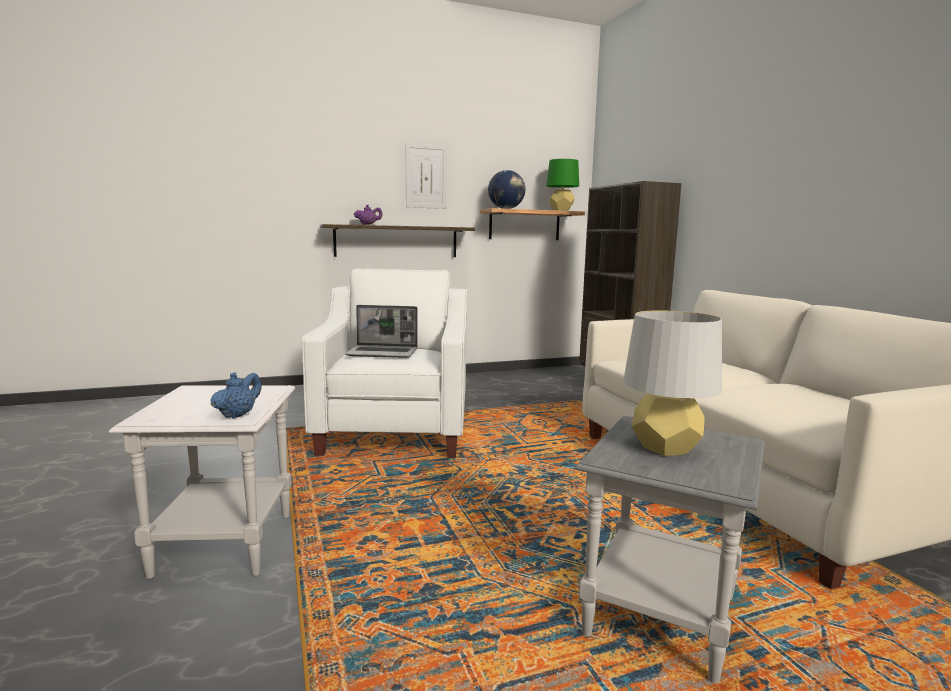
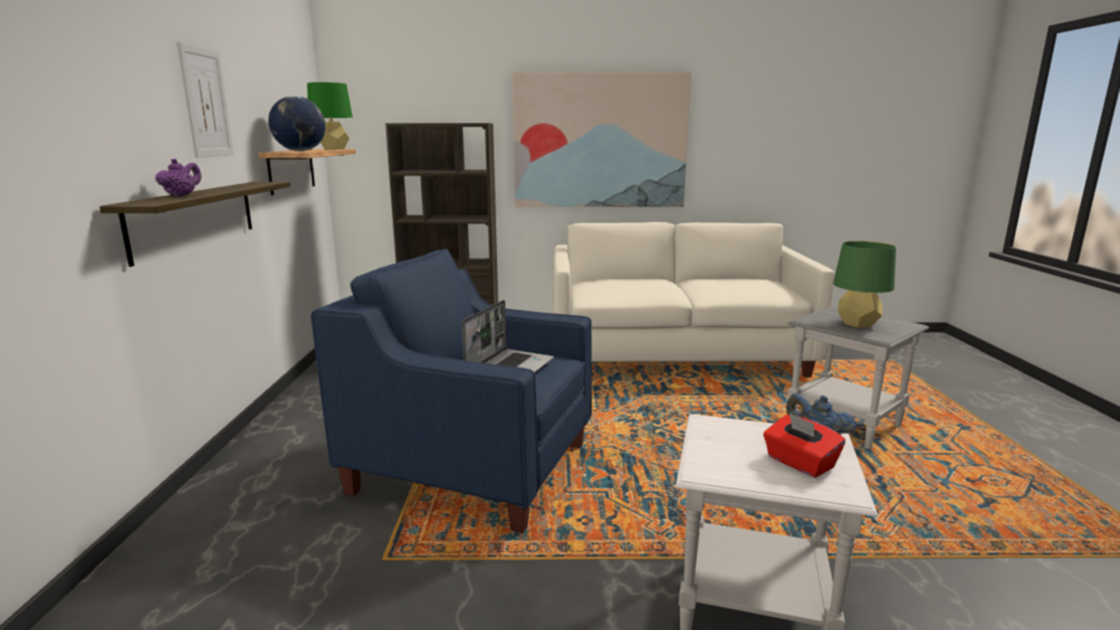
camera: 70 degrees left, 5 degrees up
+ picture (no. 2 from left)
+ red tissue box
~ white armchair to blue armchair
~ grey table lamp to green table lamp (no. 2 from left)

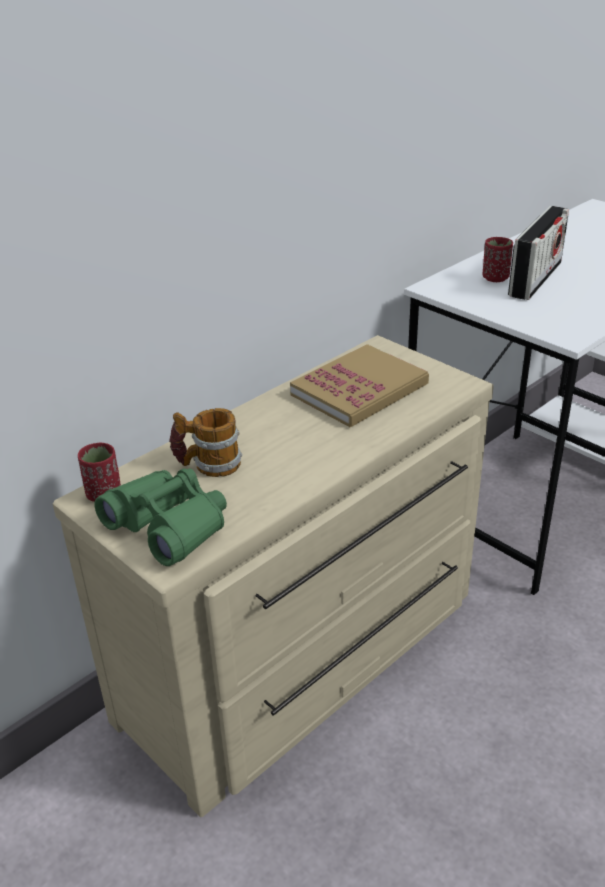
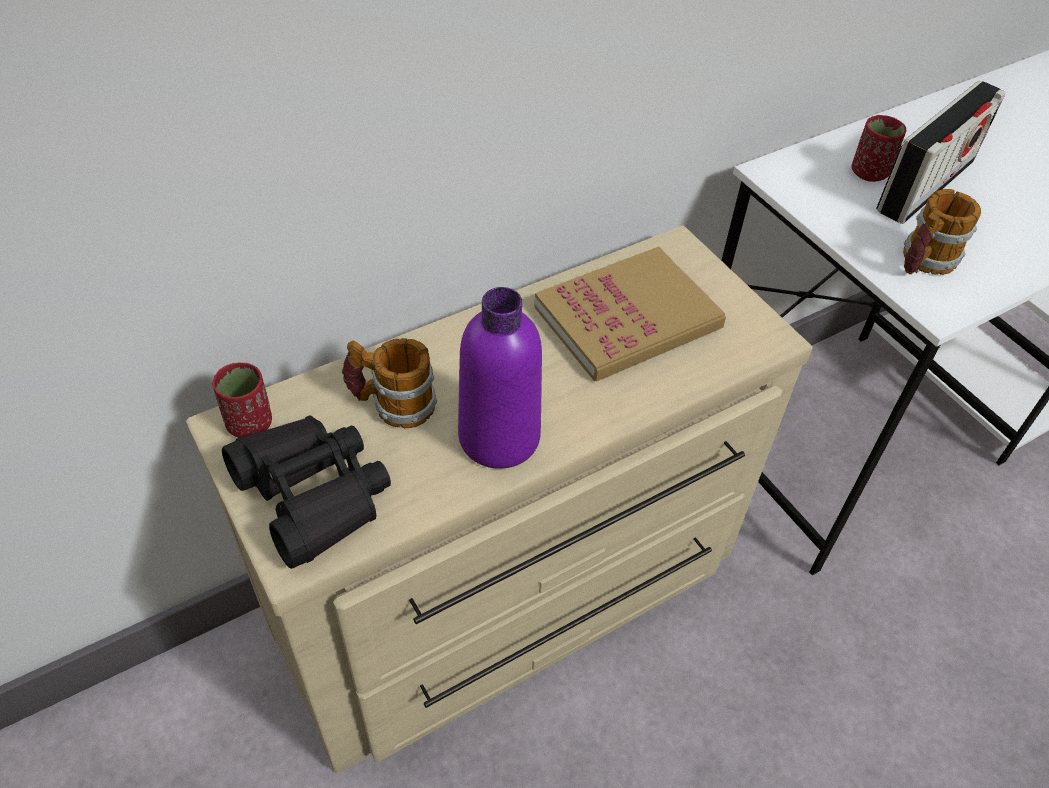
camera: 10 degrees right, 15 degrees up
+ purple bottle
+ mug (no. 2 from left)
~ green binoculars to black binoculars

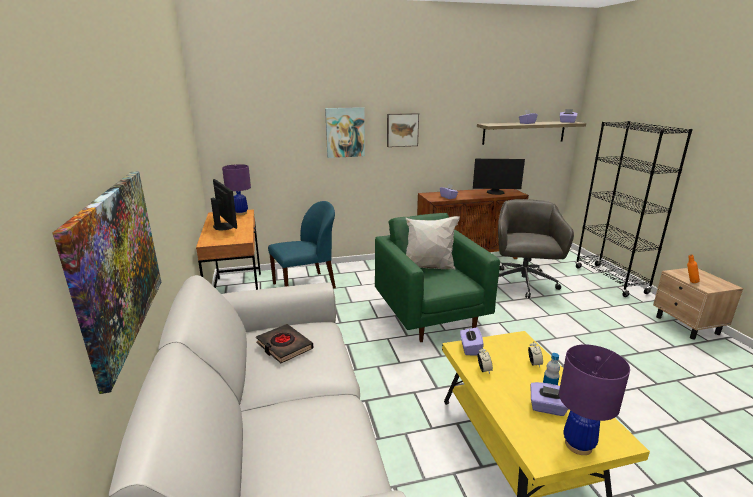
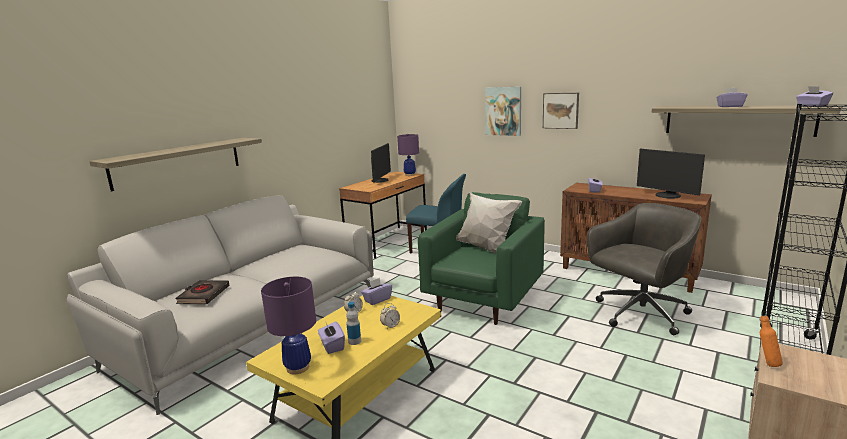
camera: 50 degrees right, 5 degrees down
~ black book
~ picture (no. 1 from left) to shelf (no. 1 from left)

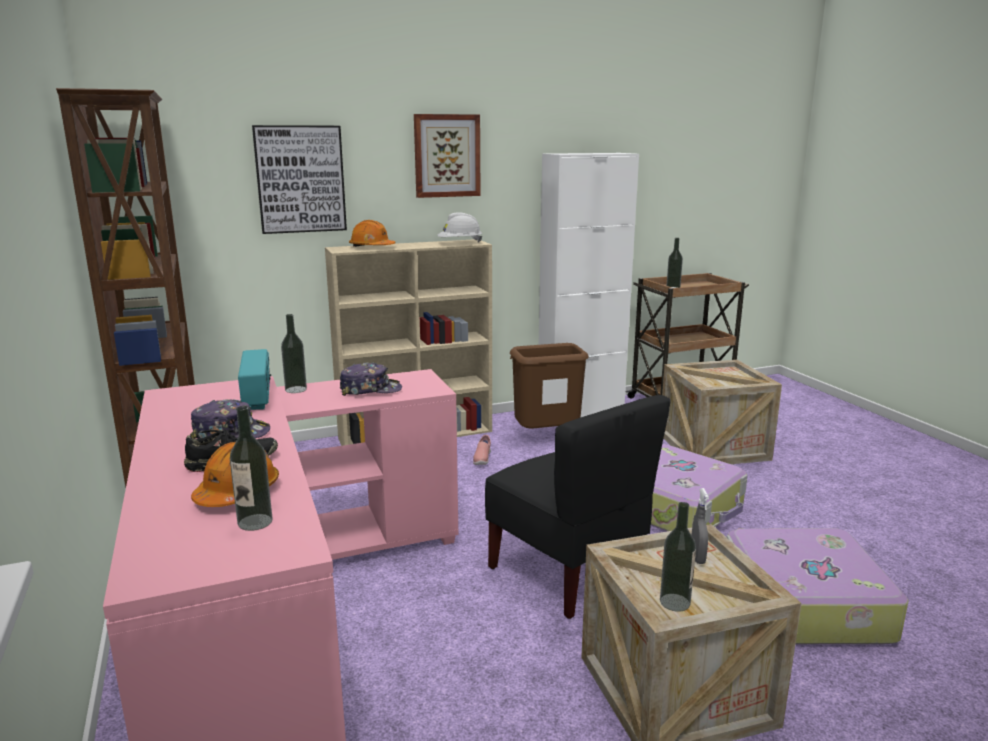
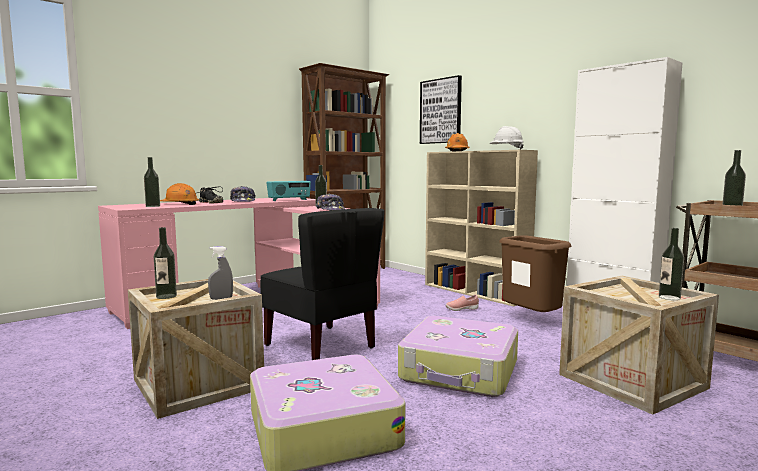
camera: 70 degrees right, 10 degrees down
- picture (no. 2 from left)
+ bottle (no. 4 from left)
~ black chair 75 degrees counterclockwise

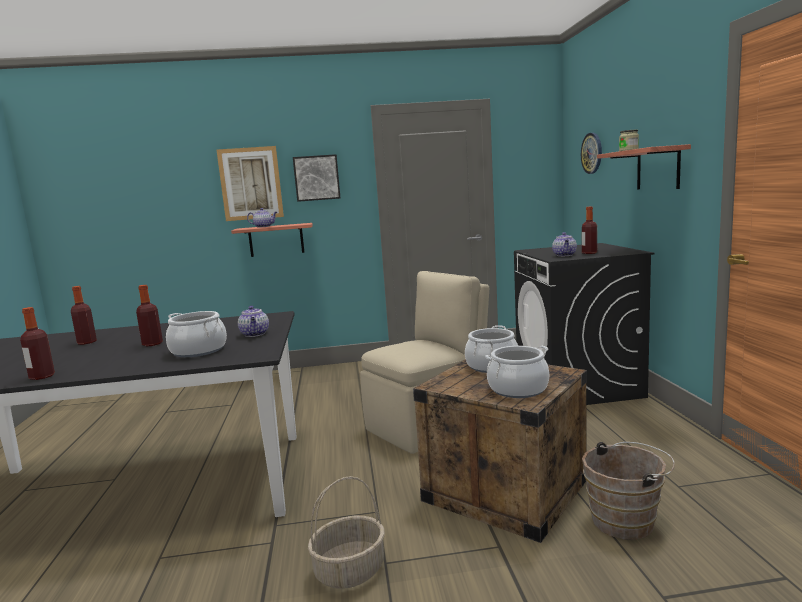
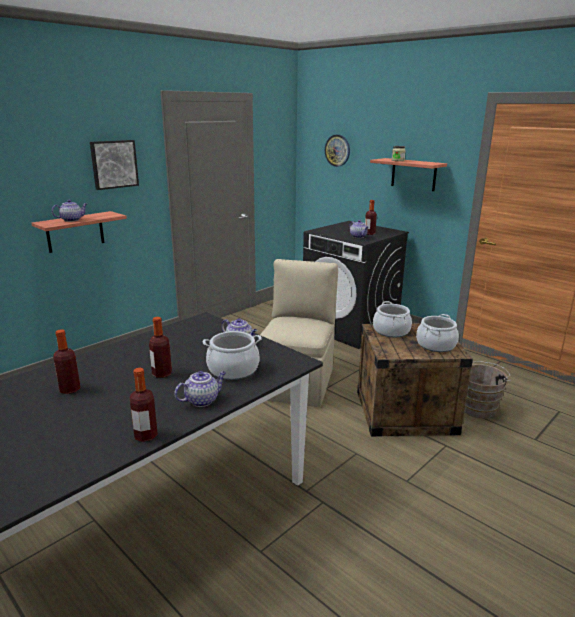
camera: 40 degrees left, 10 degrees up
- picture (no. 1 from left)
- basket
+ teapot (no. 2 from left)

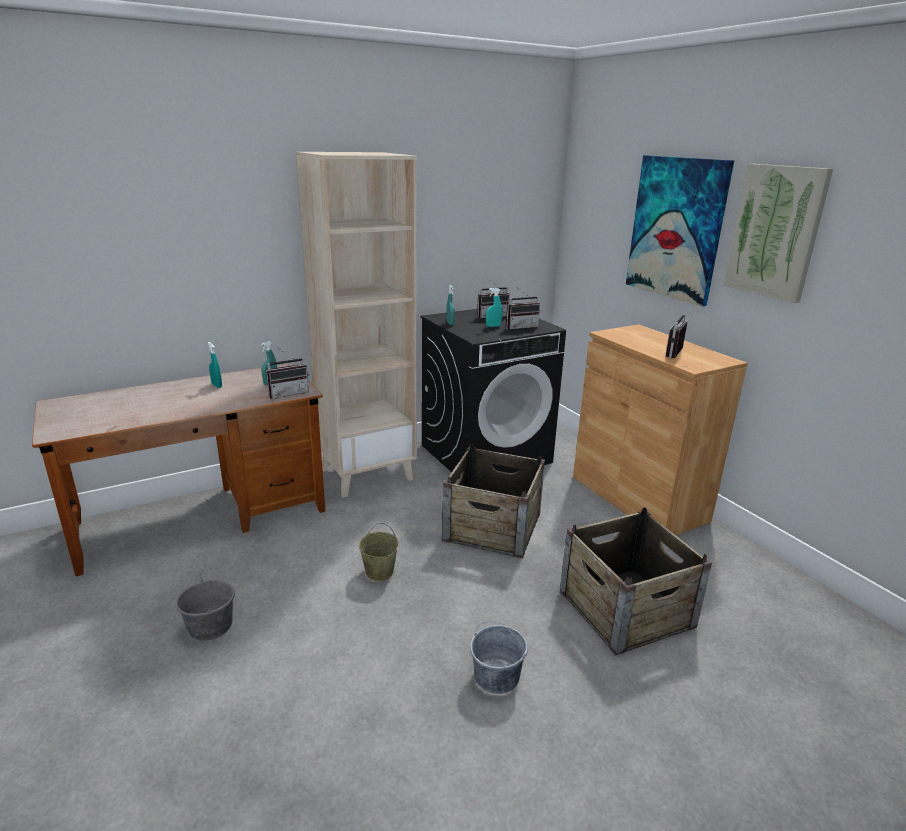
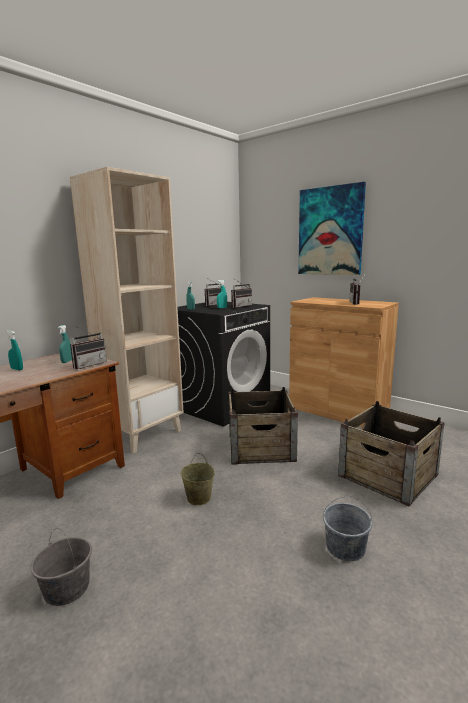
camera: 20 degrees left, 10 degrees down
- picture (no. 2 from left)

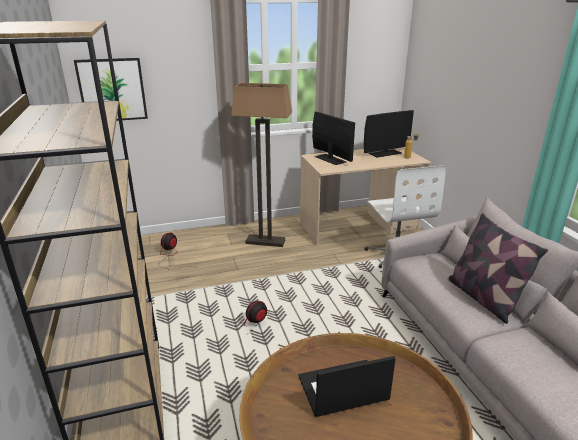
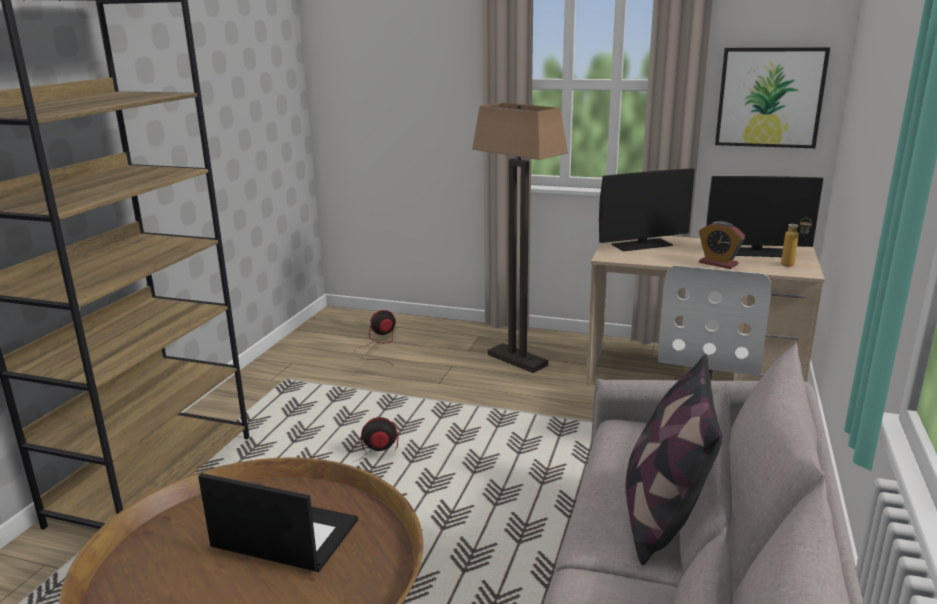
camera: 35 degrees right, 5 degrees down
+ alarm clock
~ picture
~ monitor (no. 1 from left) 75 degrees clockwise

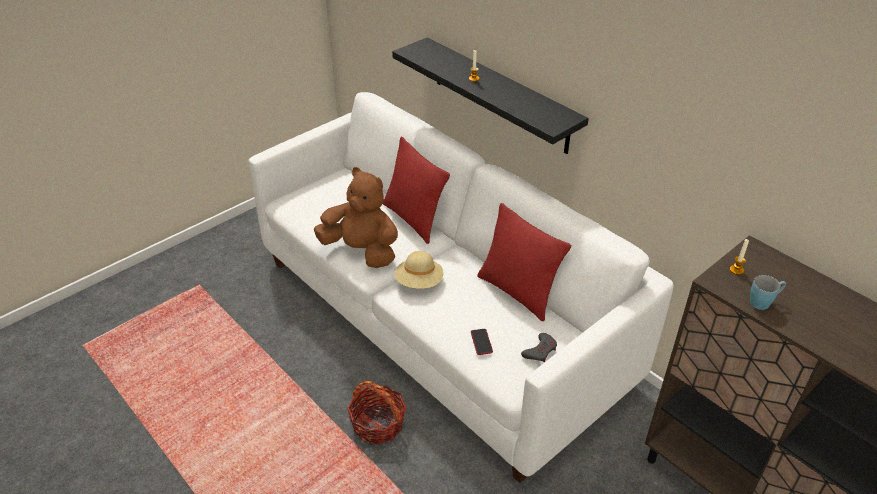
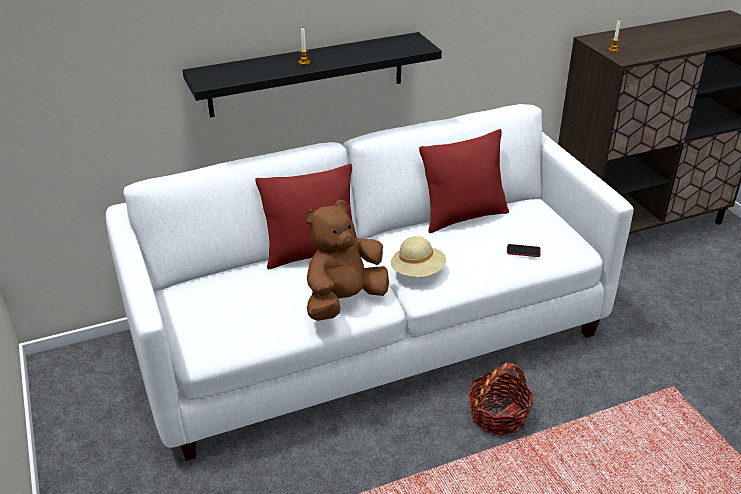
camera: 70 degrees left, 5 degrees down
- grey game controller
- blue mug

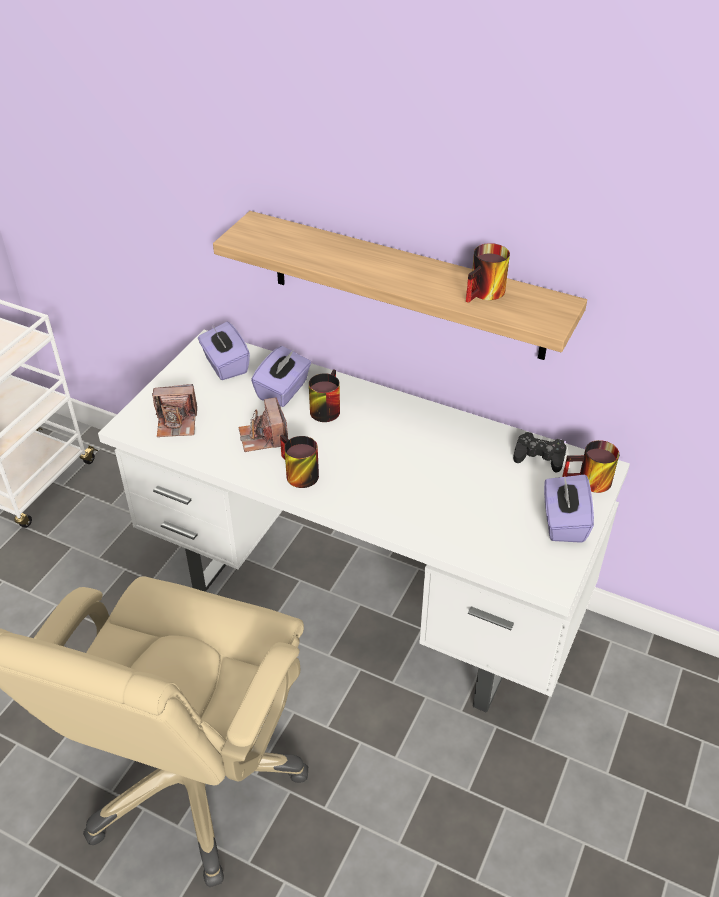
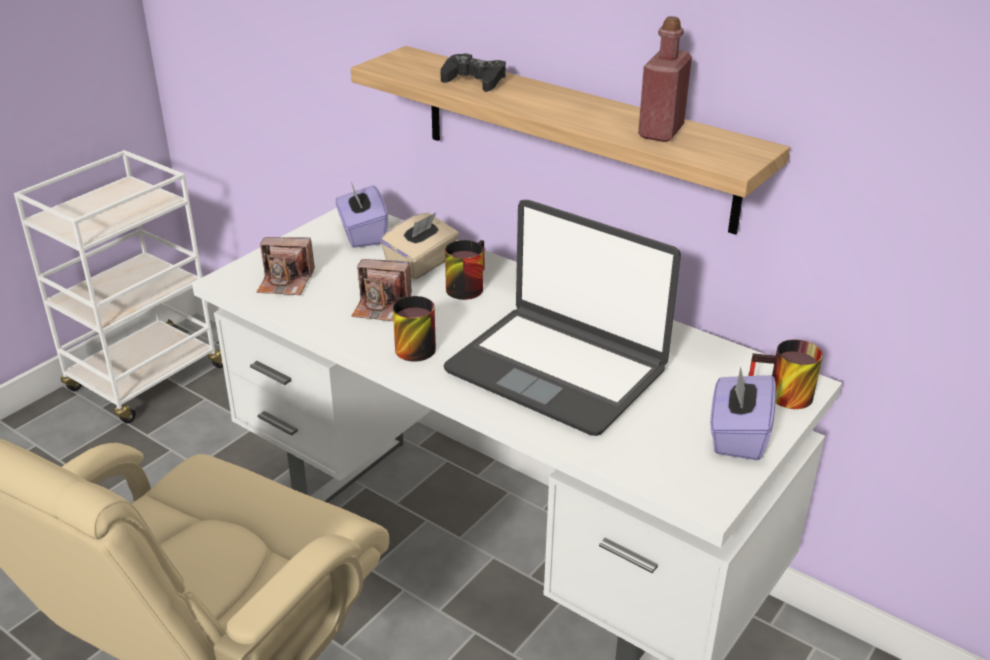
camera: 10 degrees right, 10 degrees down
+ laptop
~ black game controller
~ mug (no. 3 from left) to red bottle
~ purple tissue box (no. 2 from left) to beige tissue box
~ photo camera (no. 2 from left) 75 degrees counterclockwise

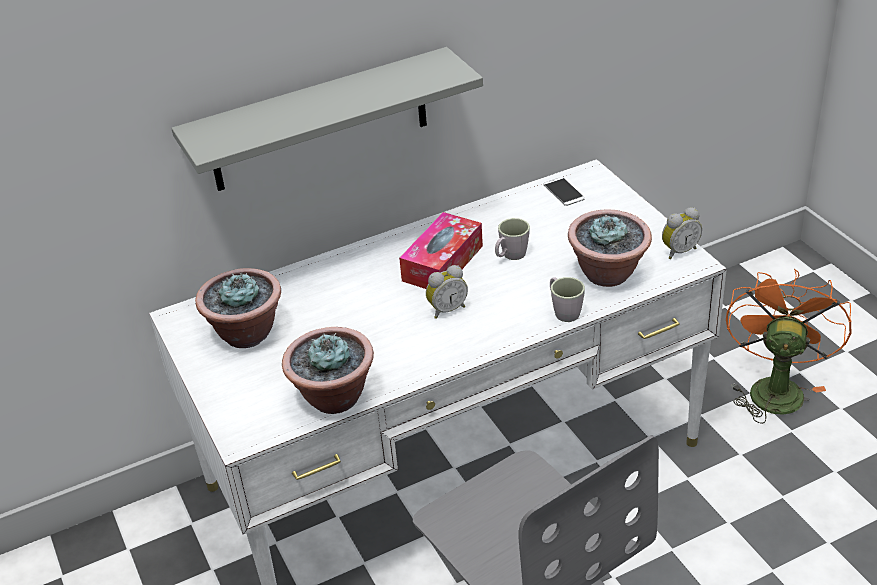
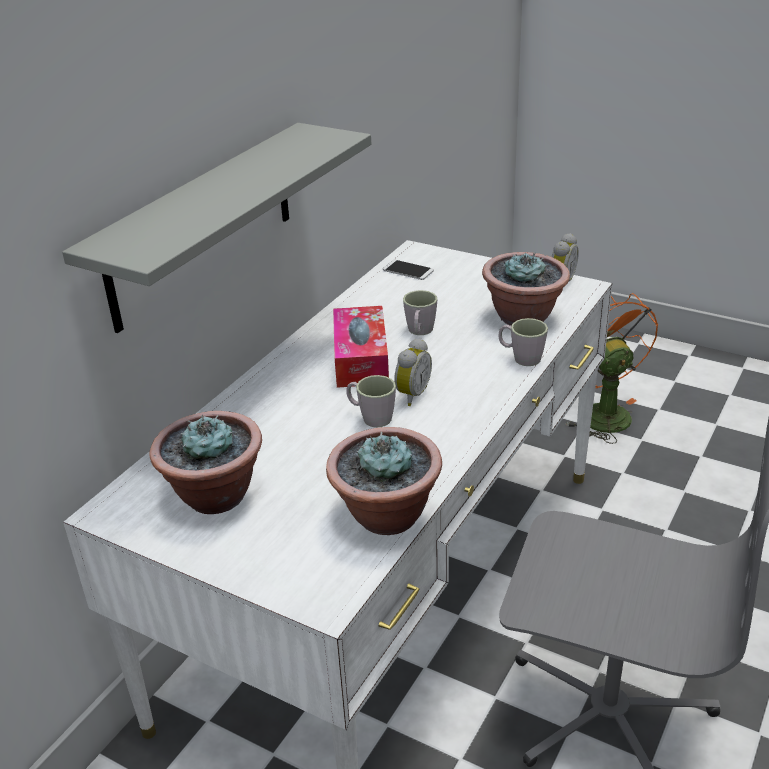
camera: 35 degrees left, 5 degrees down
+ grey mug (no. 1 from left)

